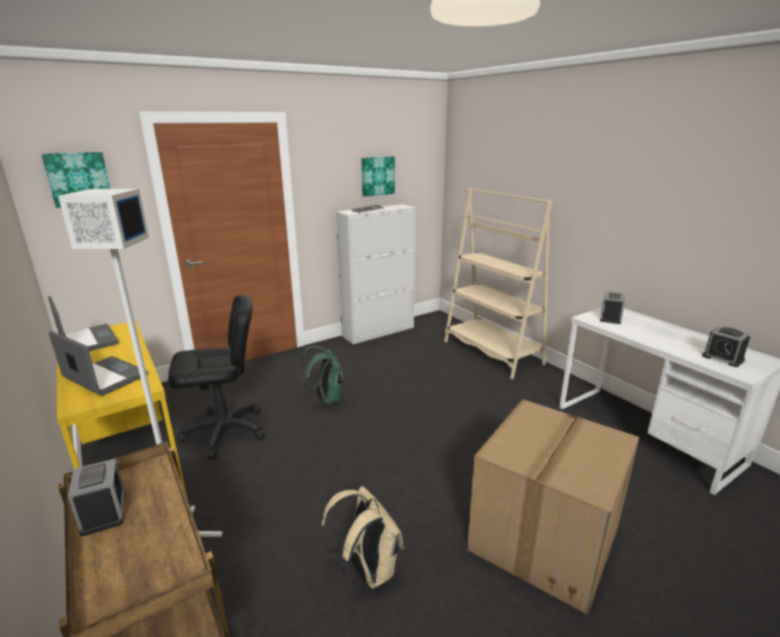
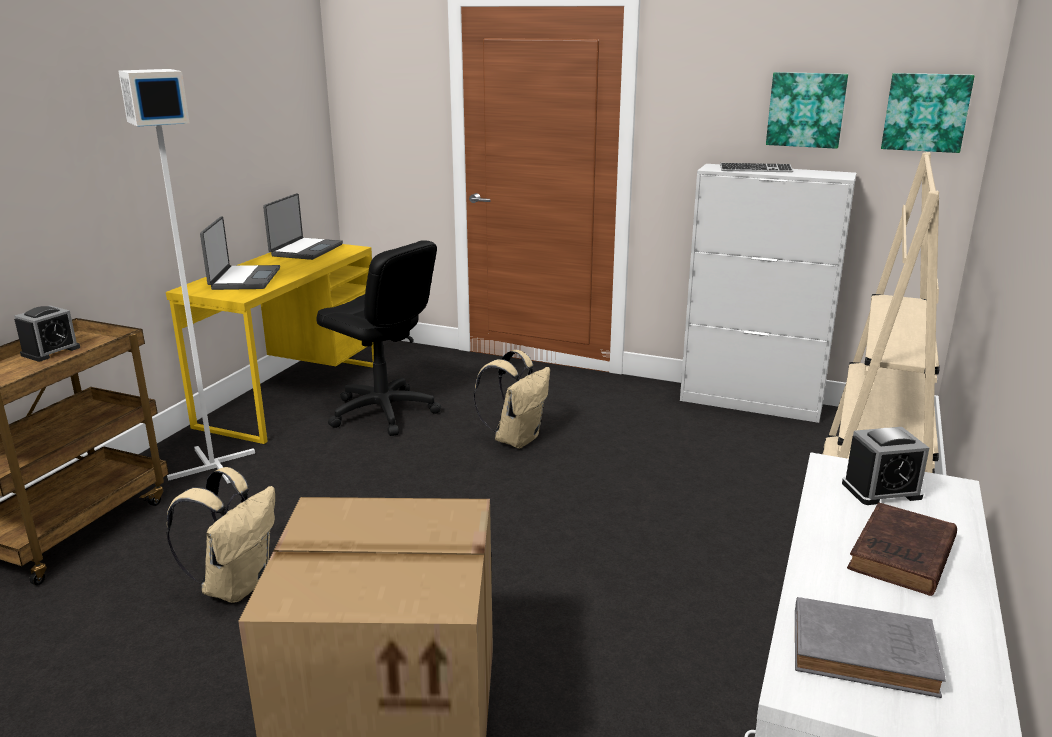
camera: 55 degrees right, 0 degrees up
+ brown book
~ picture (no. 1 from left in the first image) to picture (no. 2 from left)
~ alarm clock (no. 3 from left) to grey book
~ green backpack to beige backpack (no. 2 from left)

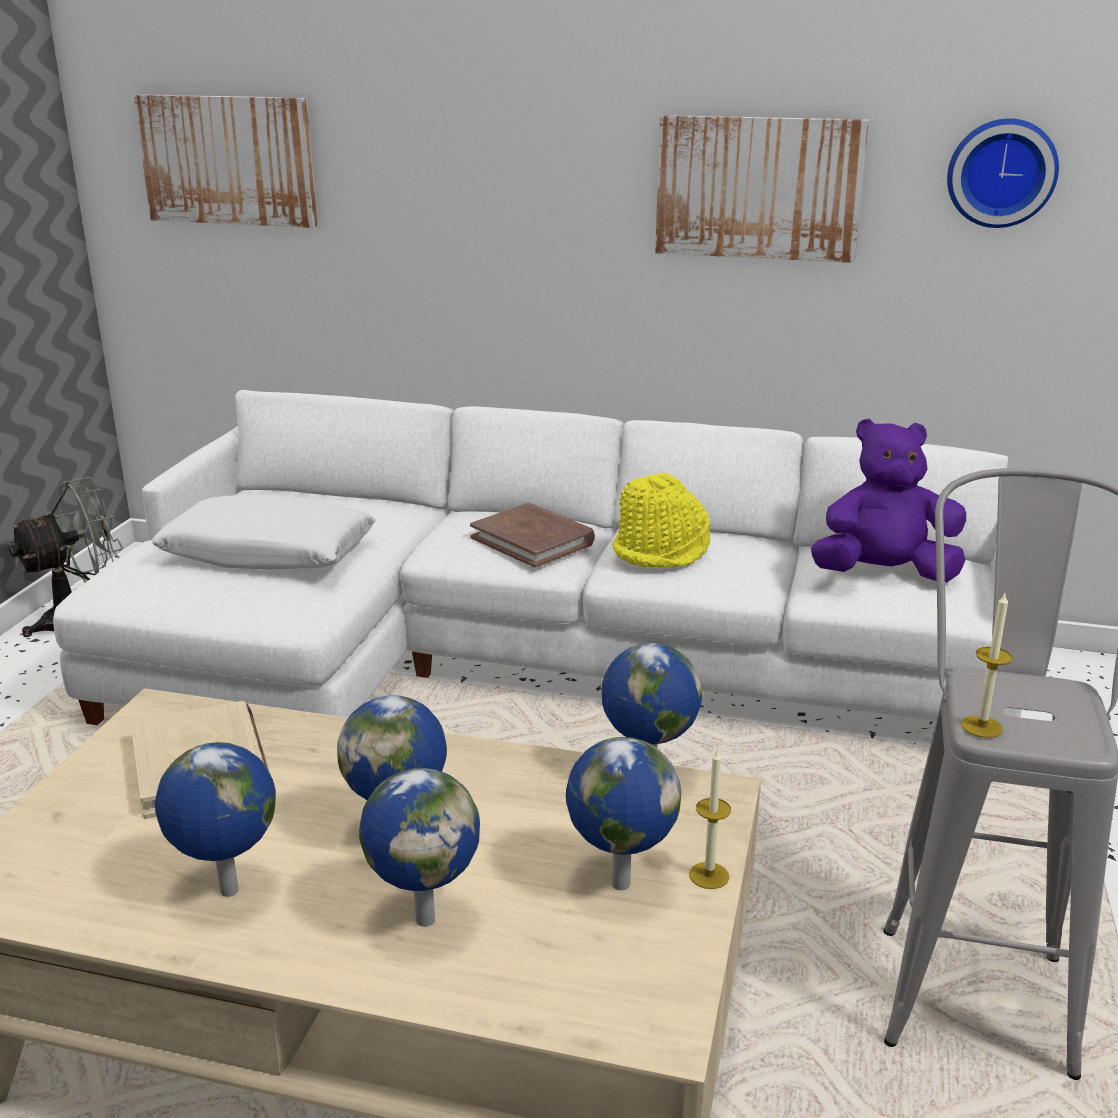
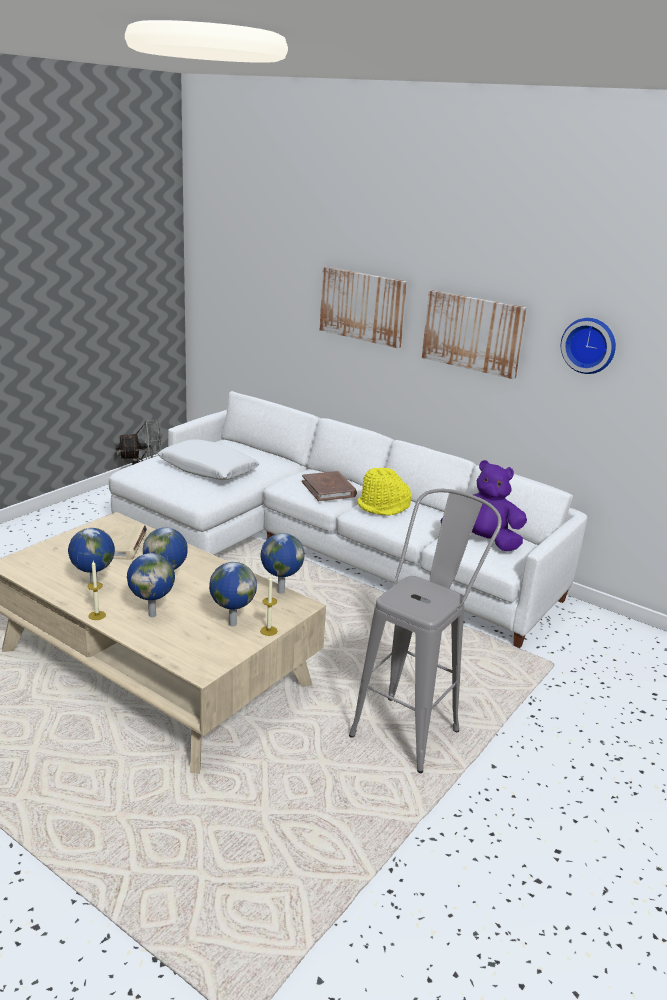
camera: 20 degrees right, 0 degrees up
~ picture (no. 1 from left)
~ candle (no. 2 from left in the first image) to candle (no. 1 from left)

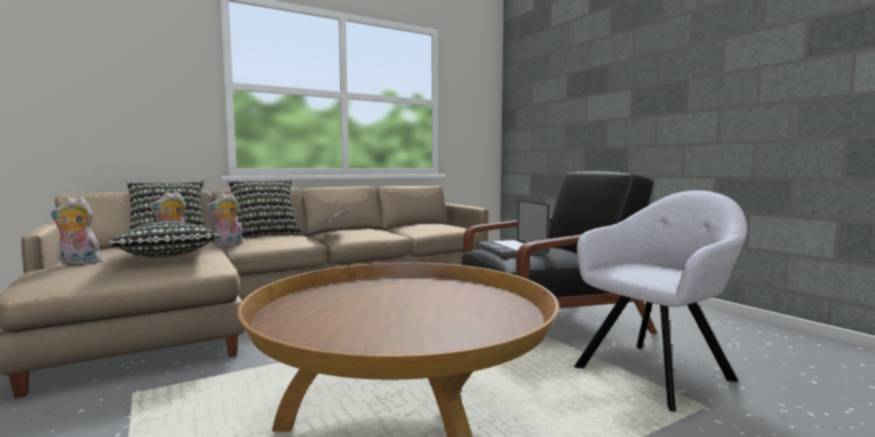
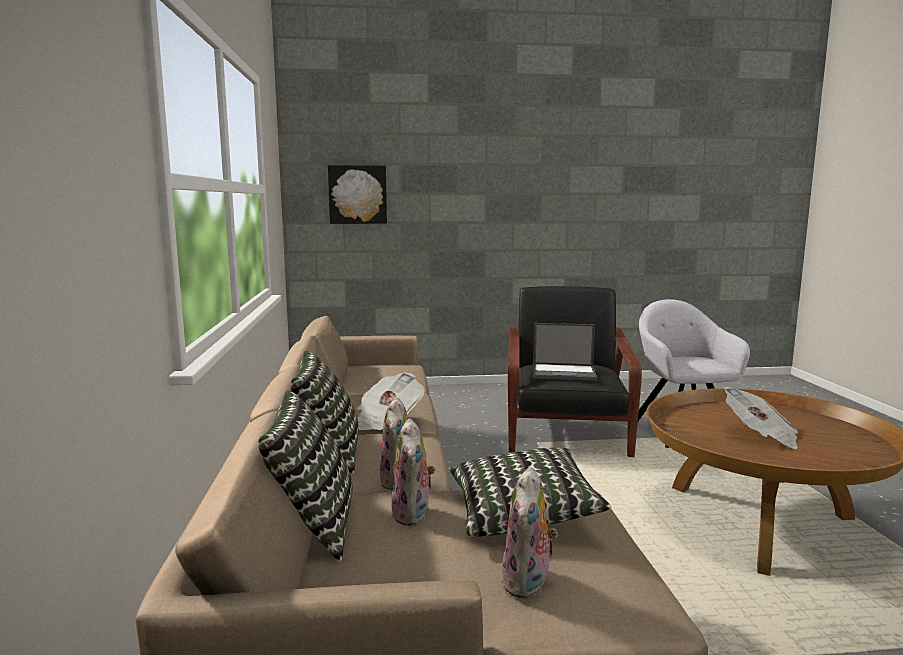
camera: 65 degrees left, 5 degrees up
+ picture
+ newspaper (no. 2 from left)

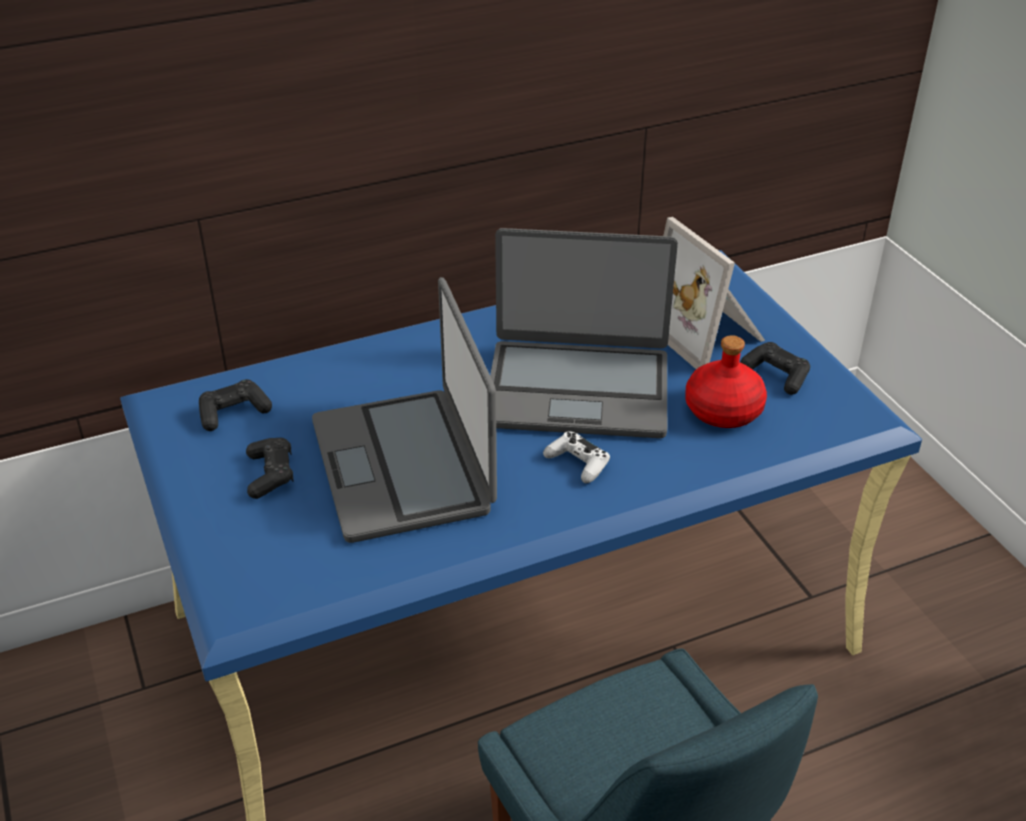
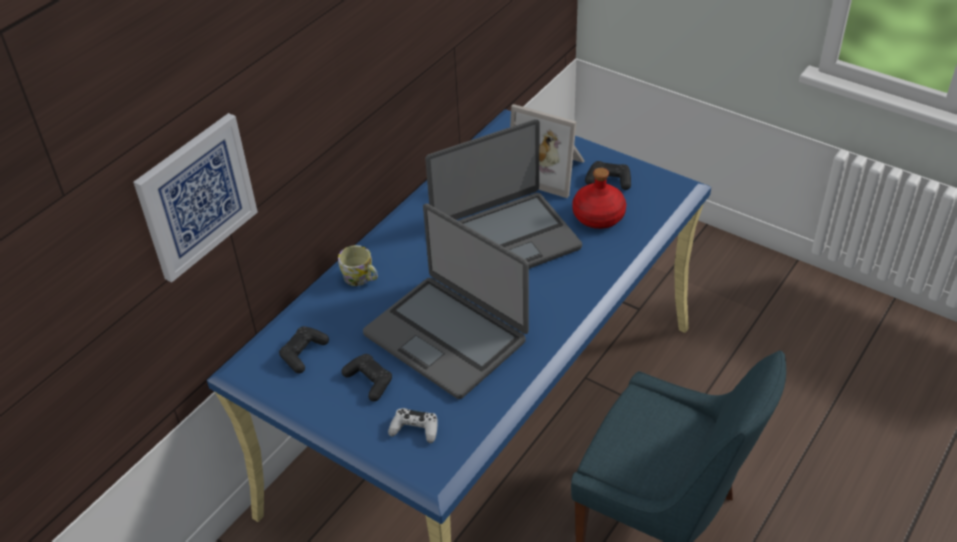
camera: 30 degrees left, 5 degrees up
+ picture
+ mug
~ white game controller

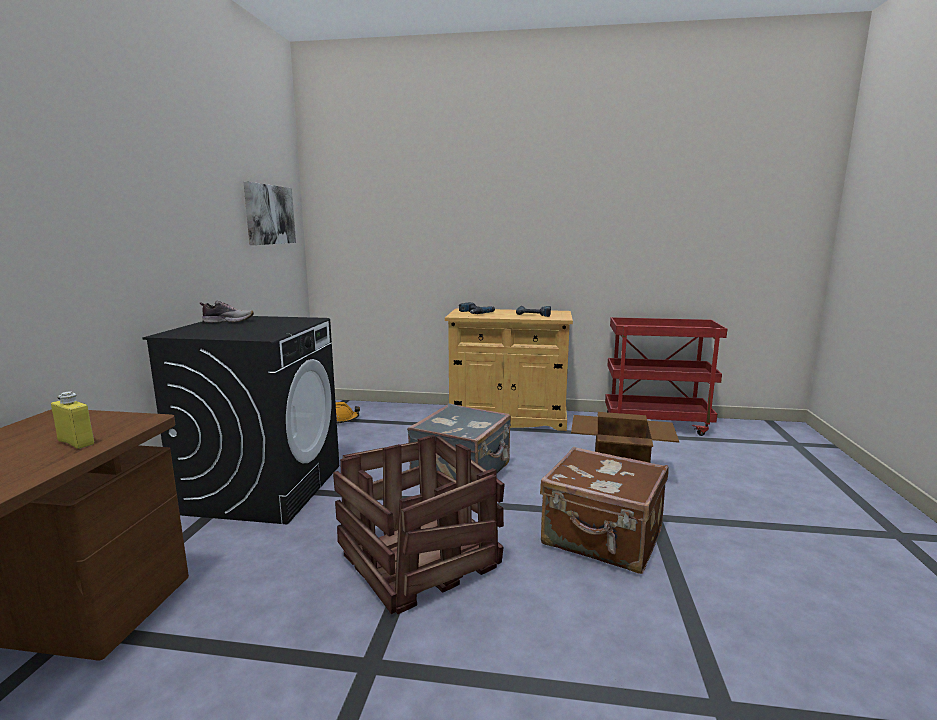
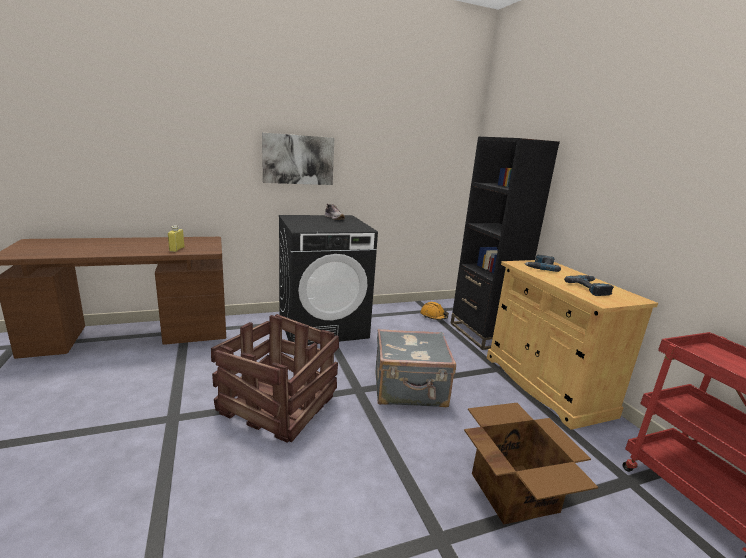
camera: 60 degrees right, 5 degrees up
- brown suitcase
+ black bookcase
~ picture

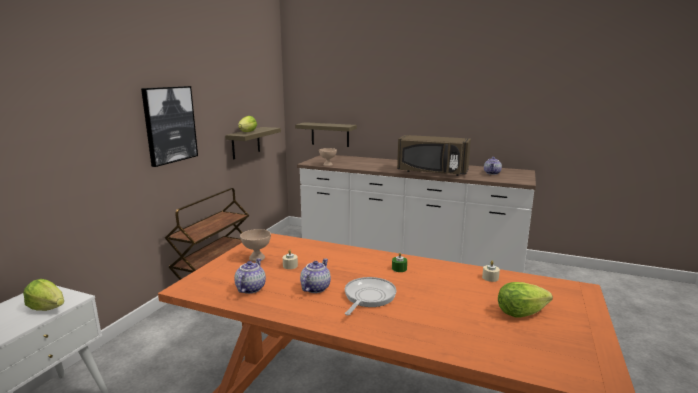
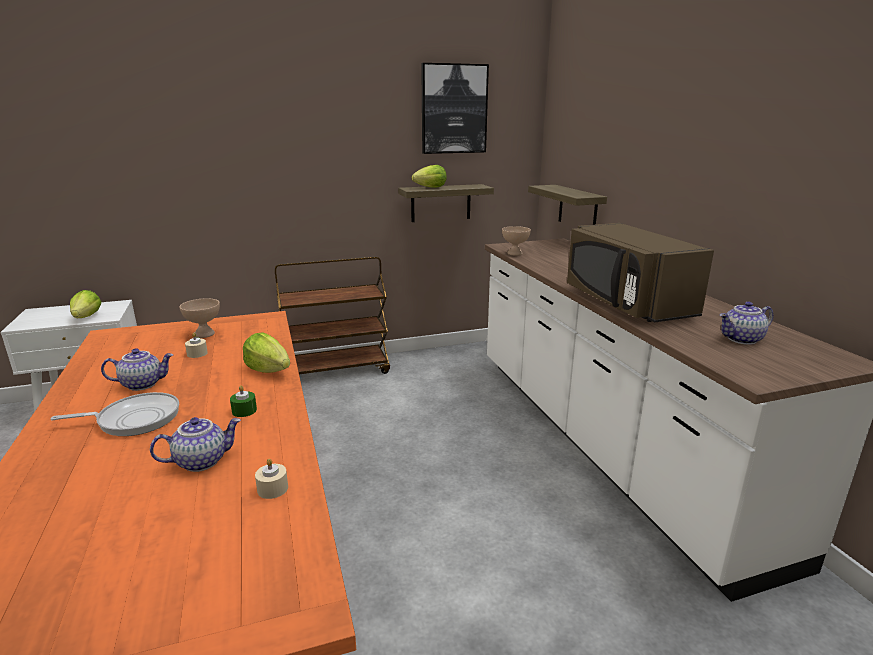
camera: 50 degrees right, 5 degrees up
~ picture
~ teapot (no. 1 from left in the first image) to teapot (no. 2 from left)
~ lettuce (no. 3 from left in the first image) to lettuce (no. 2 from left)

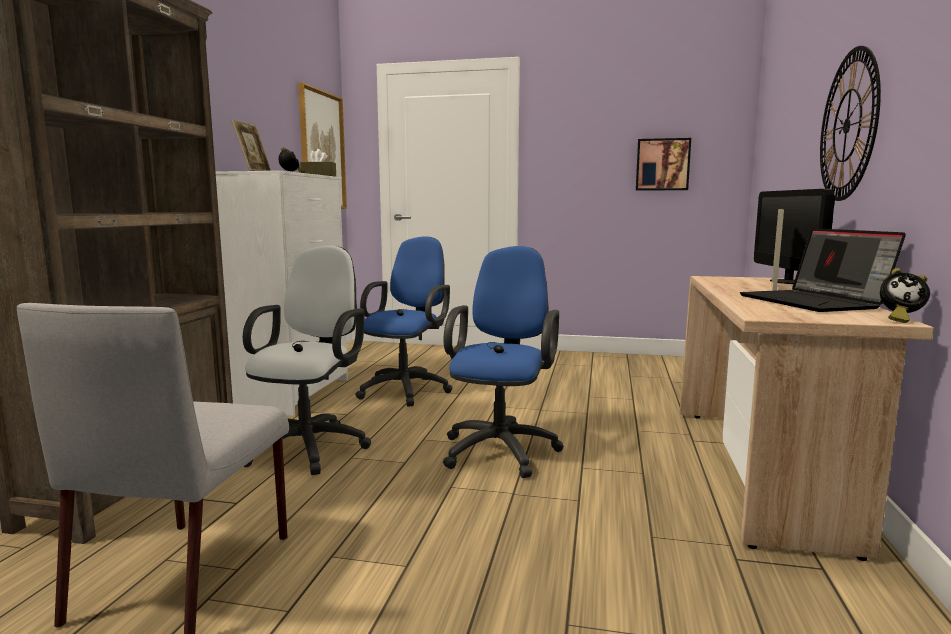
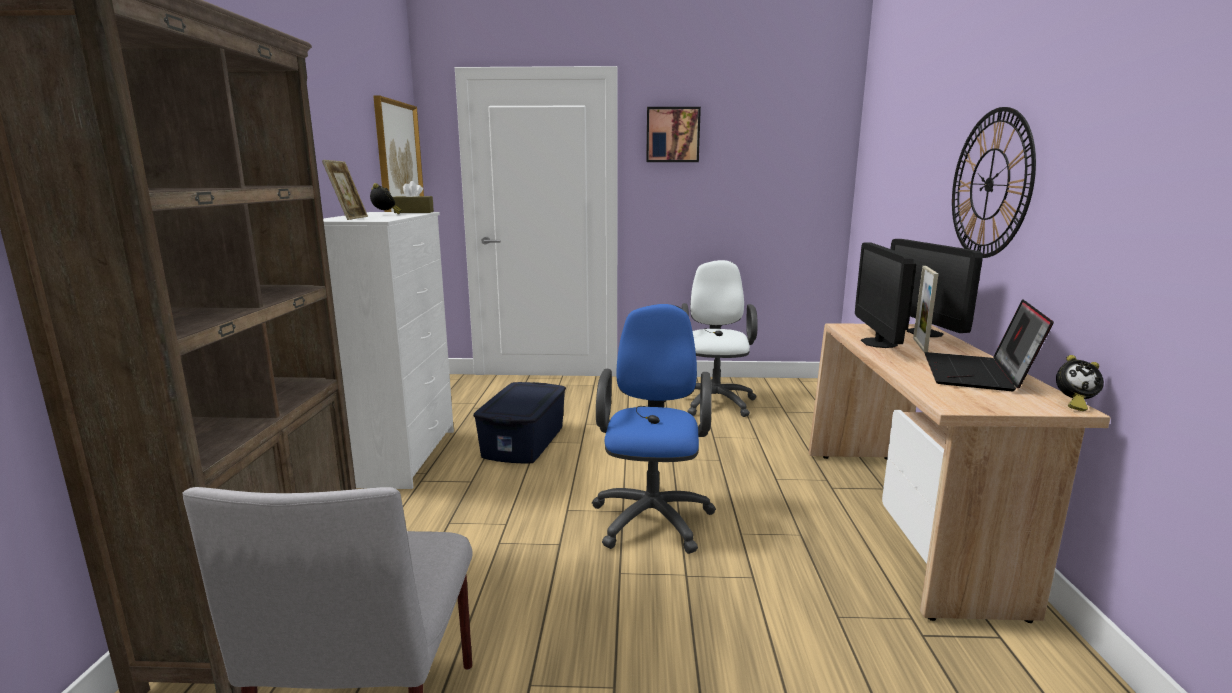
camera: 10 degrees left, 5 degrees up
+ monitor (no. 1 from left)
~ white office chair
~ picture (no. 2 from left)
~ blue office chair (no. 1 from left) to blue storage box
~ laptop 45 degrees clockwise

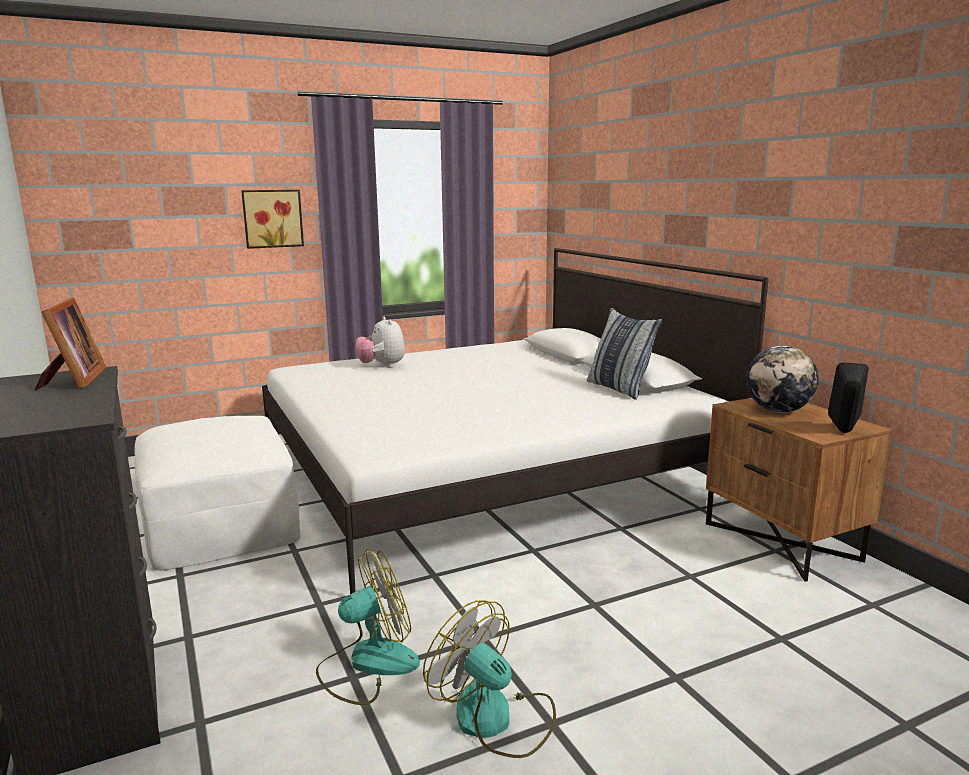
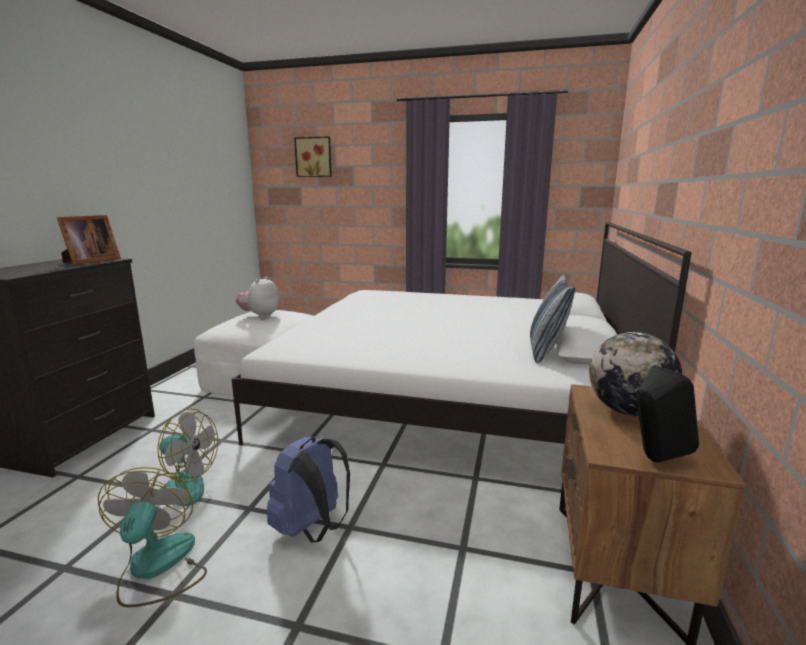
camera: 40 degrees right, 0 degrees up
+ blue backpack
~ picture
~ plush toy

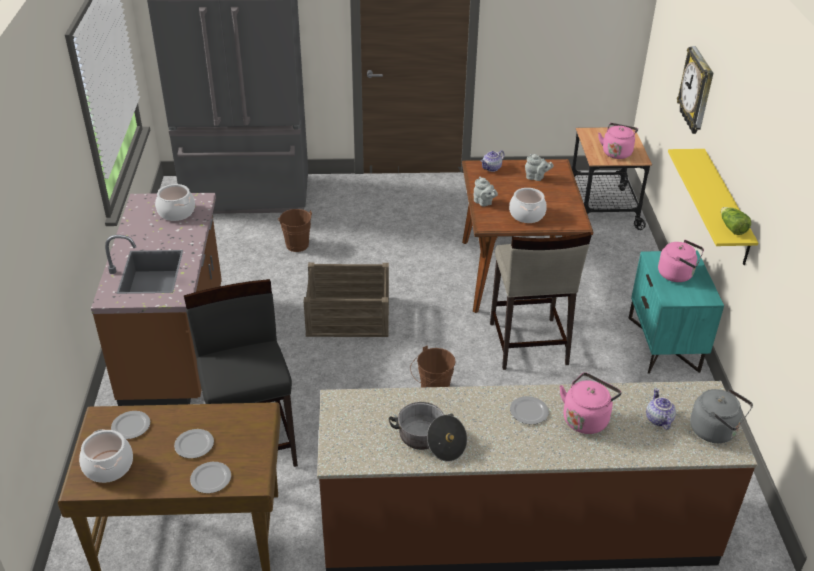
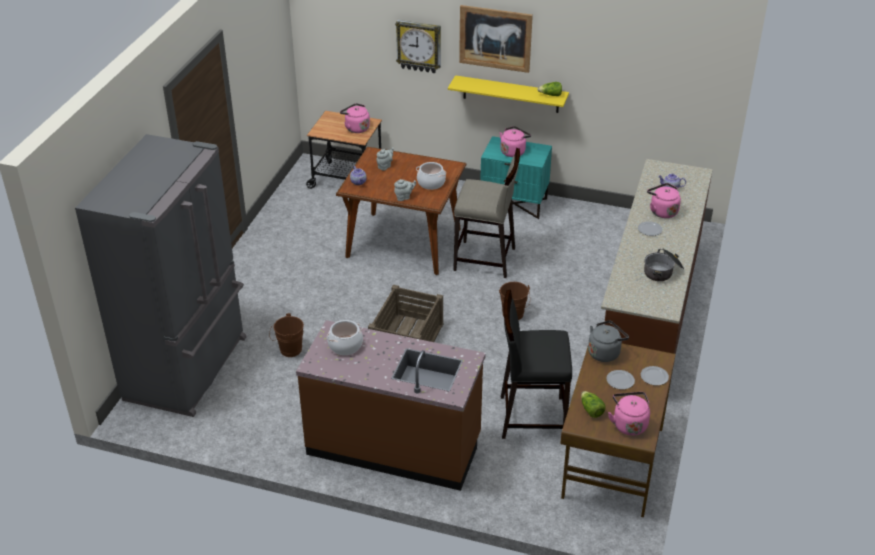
camera: 70 degrees left, 0 degrees up
+ picture
~ grey kettle
~ cooking pot (no. 1 from left) to pink kettle (no. 3 from left)
~ plate (no. 1 from left) to lettuce (no. 2 from left)

